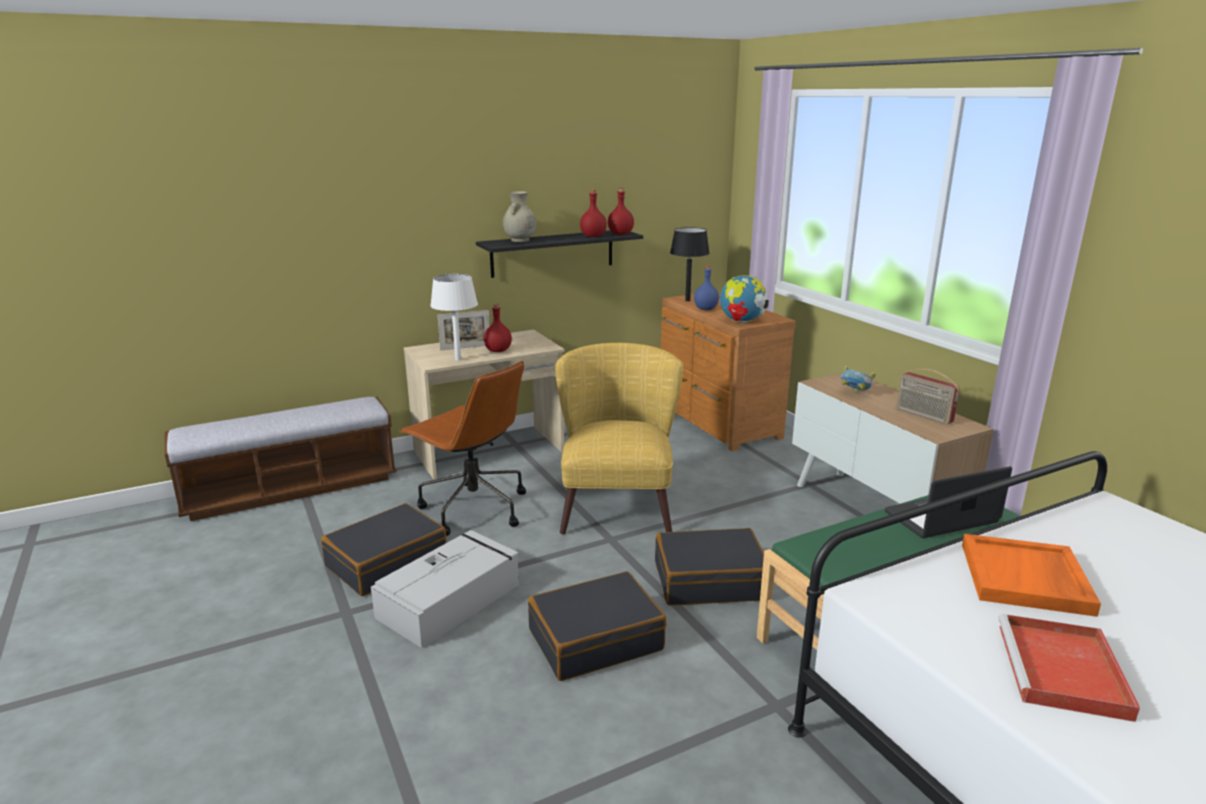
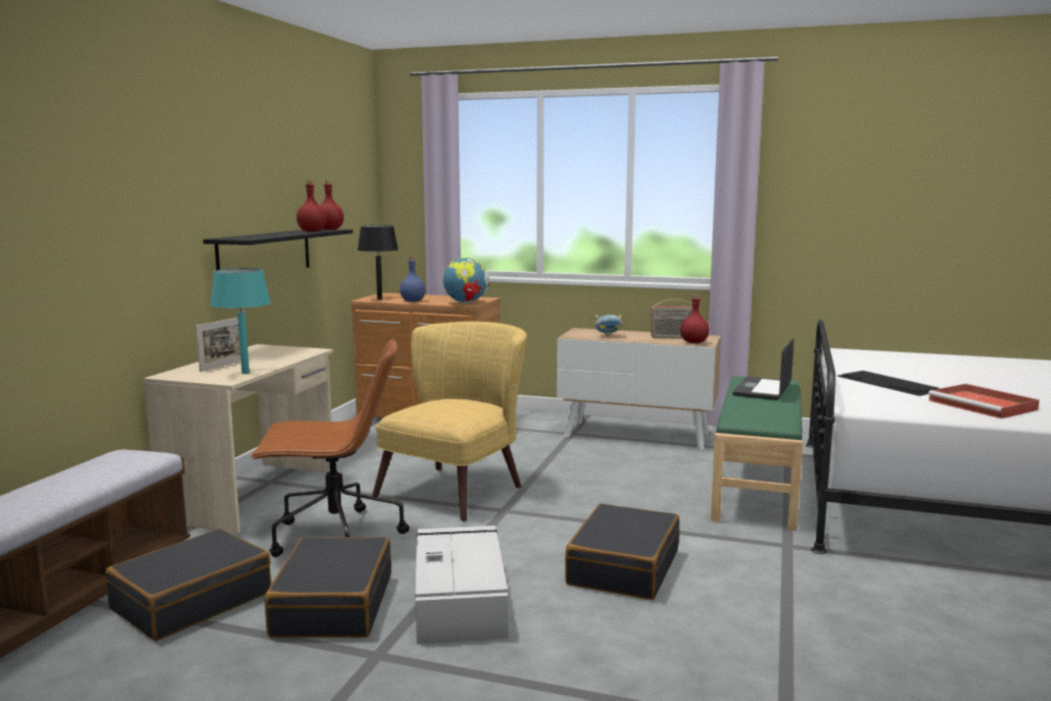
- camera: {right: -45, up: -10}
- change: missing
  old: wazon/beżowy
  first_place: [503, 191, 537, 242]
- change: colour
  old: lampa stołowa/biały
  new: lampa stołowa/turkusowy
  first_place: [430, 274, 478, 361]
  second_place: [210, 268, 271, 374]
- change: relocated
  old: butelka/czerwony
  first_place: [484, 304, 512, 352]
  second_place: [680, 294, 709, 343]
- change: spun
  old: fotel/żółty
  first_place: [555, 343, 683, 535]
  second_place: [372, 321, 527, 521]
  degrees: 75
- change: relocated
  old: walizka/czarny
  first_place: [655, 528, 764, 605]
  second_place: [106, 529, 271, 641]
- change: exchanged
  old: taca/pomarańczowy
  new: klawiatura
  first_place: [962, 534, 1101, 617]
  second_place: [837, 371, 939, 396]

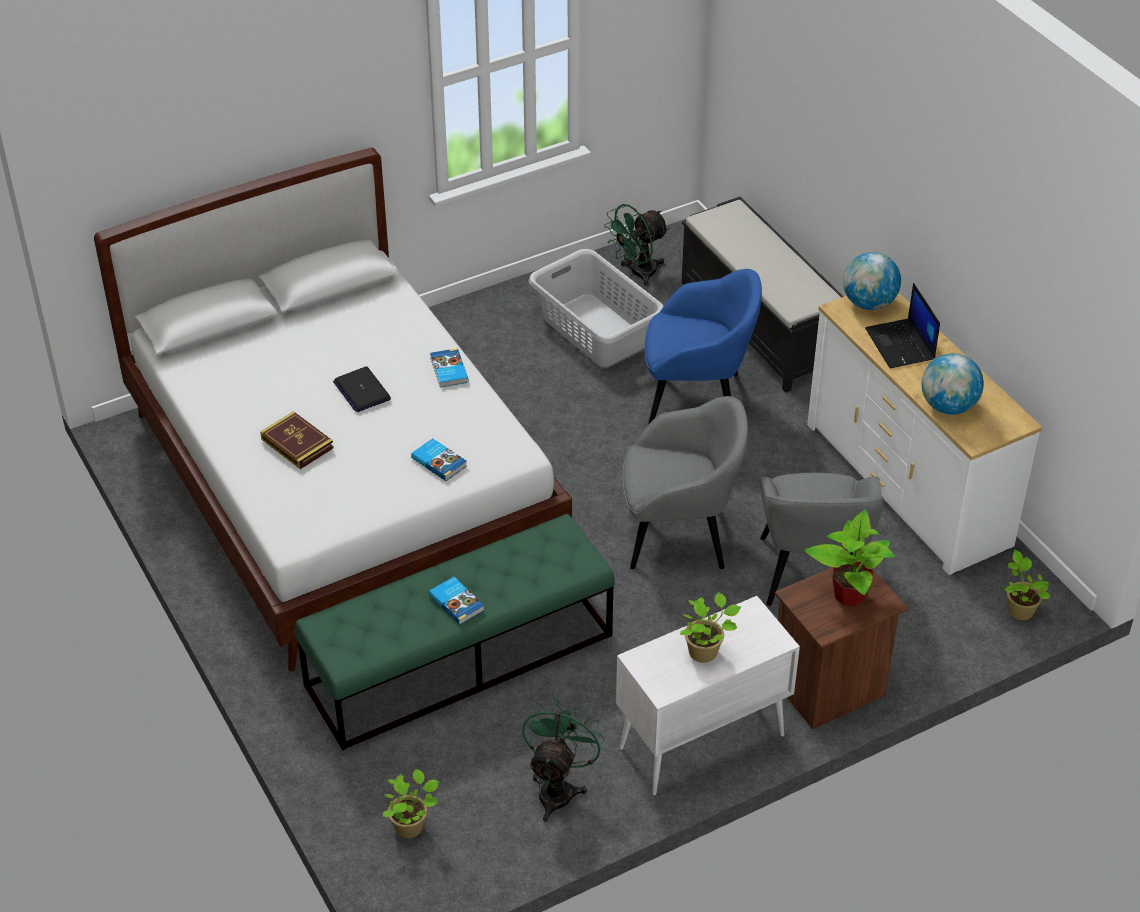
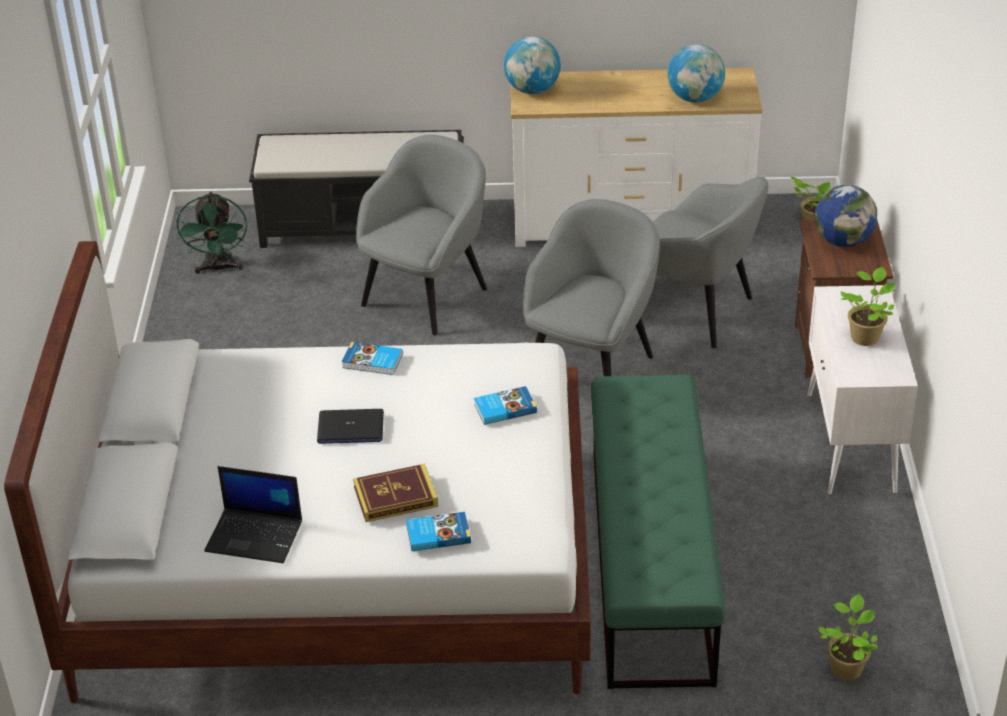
- camera: {right: -60, up: -5}
- change: missing
  old: kosz na pranie/szary
  first_place: [529, 249, 663, 367]
- change: colour
  old: fotel/niebieski
  new: fotel/szary
  first_place: [644, 269, 762, 425]
  second_place: [356, 135, 487, 335]
- change: relocated
  old: laptop
  first_place: [865, 283, 940, 368]
  second_place: [204, 466, 302, 563]
- change: exchanged
  old: roślina doniczkowa
  new: globus
  first_place: [804, 509, 895, 607]
  second_place: [815, 185, 877, 247]
- change: relocated
  old: książka
  first_place: [429, 577, 485, 625]
  second_place: [406, 512, 471, 551]
- change: missing
  old: wentylator/zielony
  first_place: [522, 699, 605, 822]

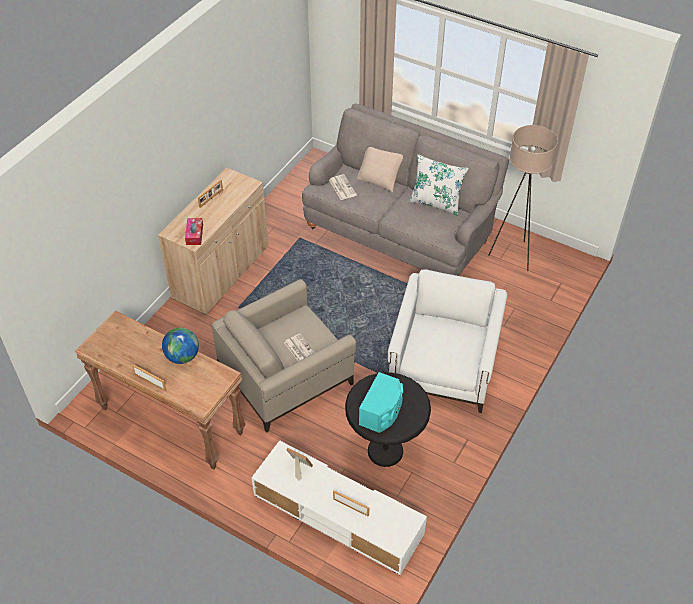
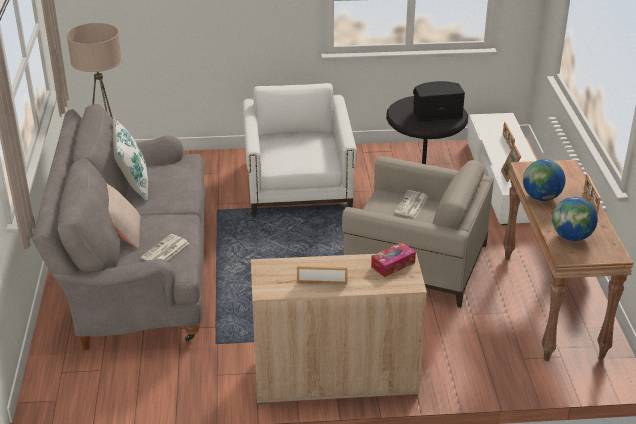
- camera: {right: -125, up: -15}
- change: spun
  old: fotel/biały
  first_place: [388, 269, 507, 413]
  second_place: [243, 83, 357, 217]
  degrees: 105
- change: colour
  old: głośnik/turkusowy
  new: głośnik/czarny
  first_place: [359, 372, 403, 433]
  second_place: [413, 81, 465, 122]
- change: appeared
  new: globus
  second_place: [552, 197, 598, 241]

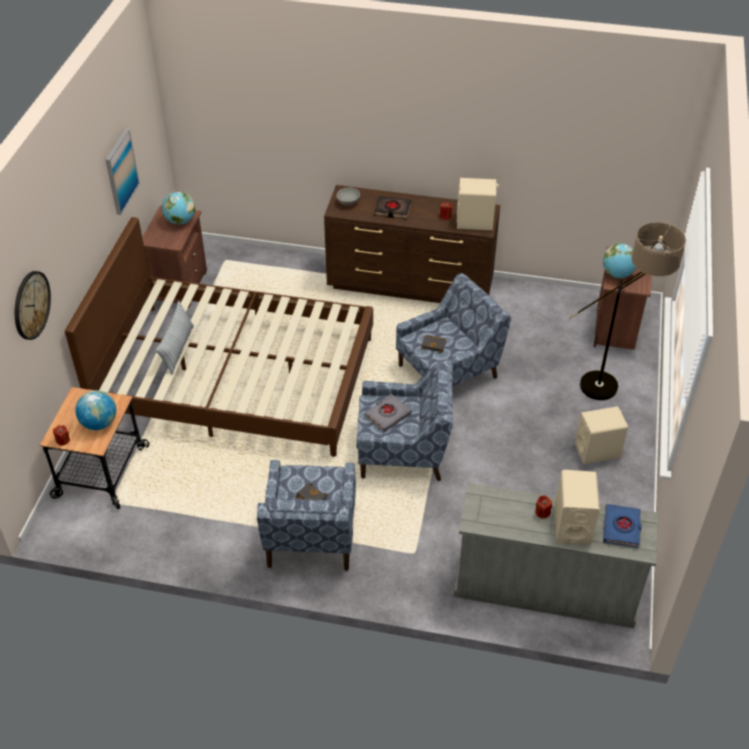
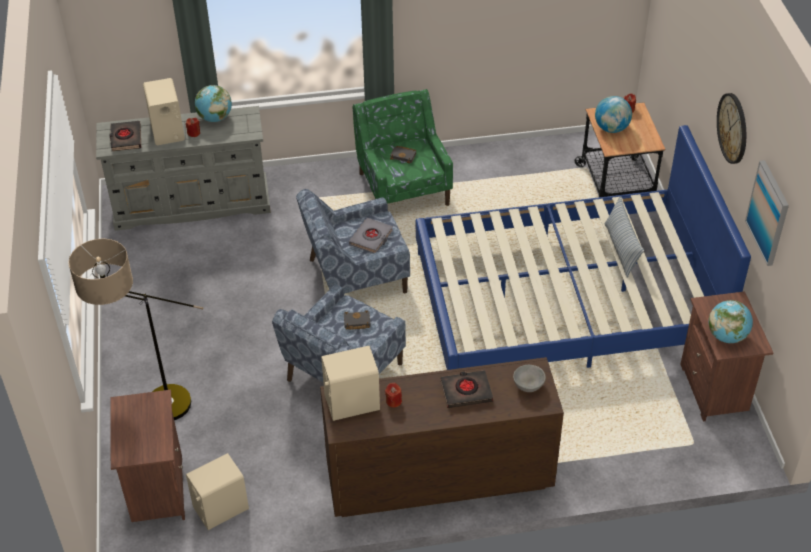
- camera: {right: 160, up: 0}
- change: colour
  old: łóżko/brązowy
  new: łóżko/niebieski
  first_place: [65, 217, 373, 457]
  second_place: [416, 125, 751, 370]
- change: relocated
  old: globus
  first_place: [603, 243, 636, 278]
  second_place: [195, 85, 232, 122]
- change: relocated
  old: zegar ścienny
  first_place: [15, 271, 51, 340]
  second_place: [717, 93, 746, 164]
- change: relocated
  old: głośnik/beżowy
  first_place: [575, 406, 628, 464]
  second_place: [186, 453, 249, 530]
- change: colour
  old: fotel/niebieski
  new: fotel/zielony
  first_place: [257, 460, 356, 571]
  second_place: [353, 89, 453, 206]
- change: colour
  old: książka/niebieski
  new: książka/czarny
  first_place: [603, 504, 642, 548]
  second_place: [110, 121, 141, 151]

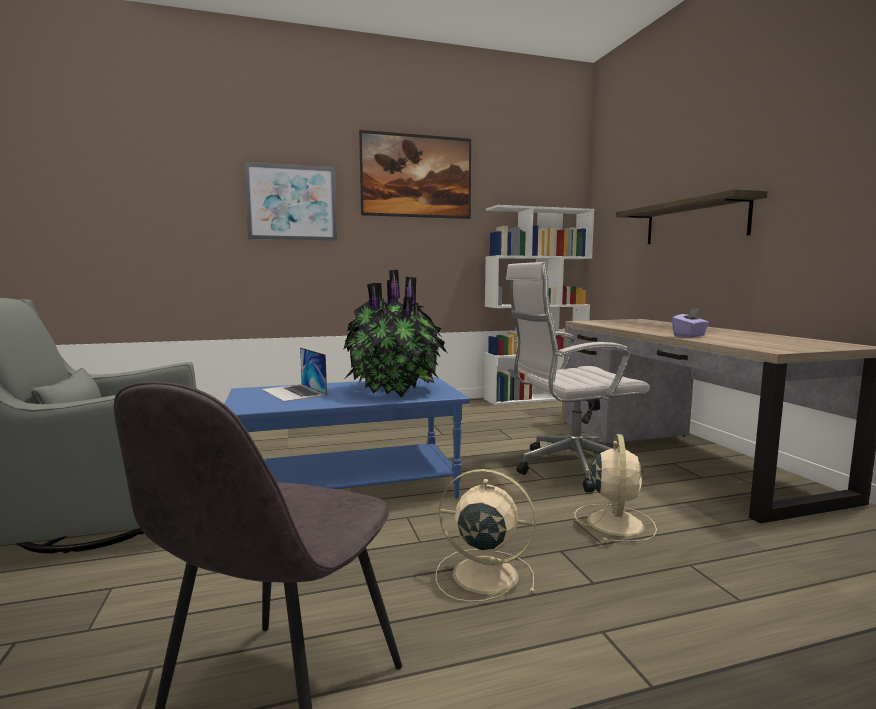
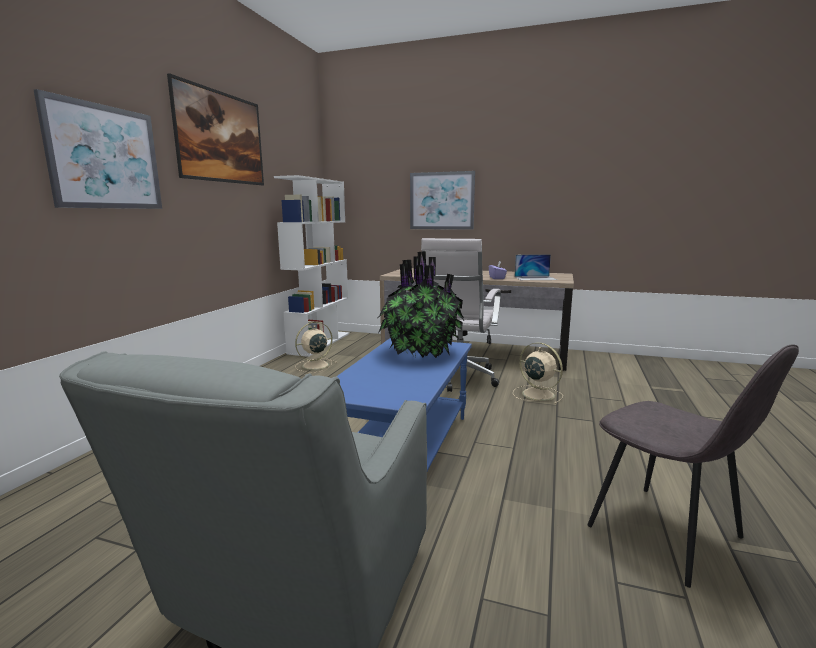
- camera: {right: -55, up: 5}
- change: exchanged
  old: półka
  new: obraz
  first_place: [616, 189, 768, 244]
  second_place: [410, 171, 475, 230]
- change: relocated
  old: laptop
  first_place: [262, 347, 327, 402]
  second_place: [515, 254, 557, 280]
- change: relocated
  old: wentylator/beżowy
  first_place: [436, 469, 536, 602]
  second_place: [295, 322, 337, 373]

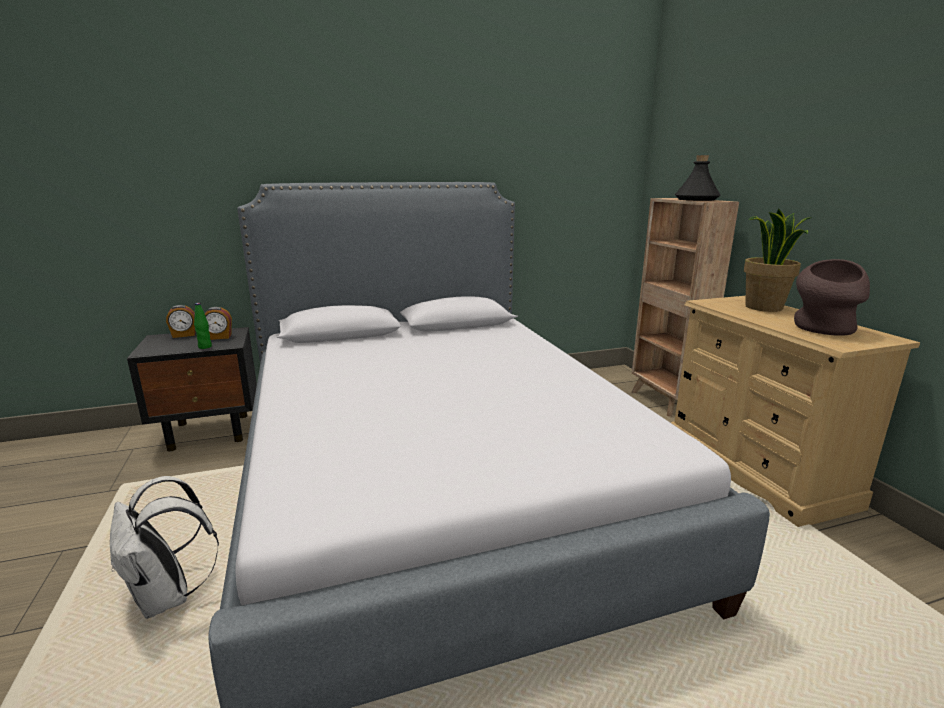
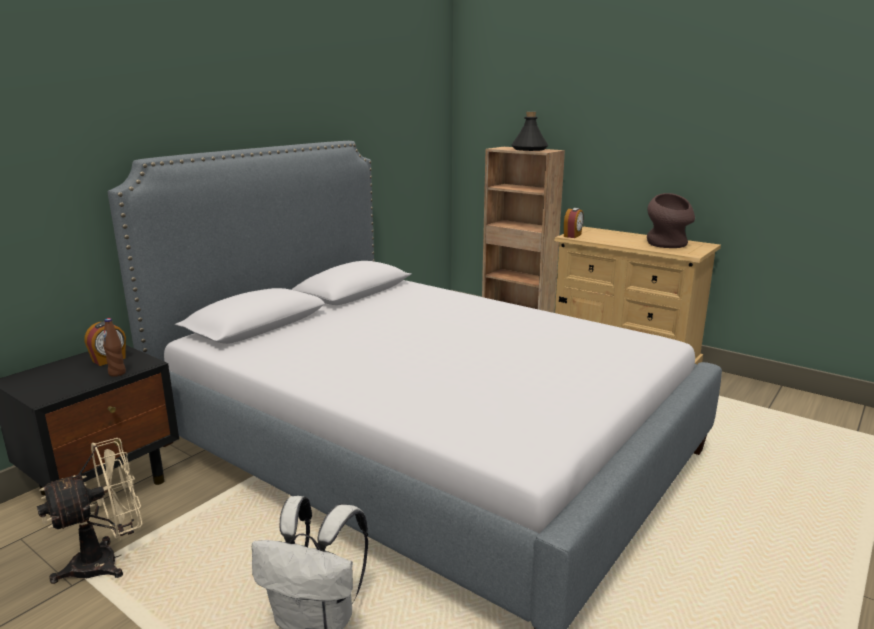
- camera: {right: -35, up: 0}
- change: missing
  old: roślina doniczkowa
  first_place: [744, 209, 812, 312]
- change: colour
  old: butelka/zielony
  new: butelka/brązowy
  first_place: [194, 303, 212, 349]
  second_place: [103, 318, 126, 377]
- change: relocated
  old: budzik
  first_place: [166, 305, 196, 338]
  second_place: [564, 208, 584, 238]
- change: appeared
  new: wentylator/beżowy
  second_place: [37, 438, 142, 584]

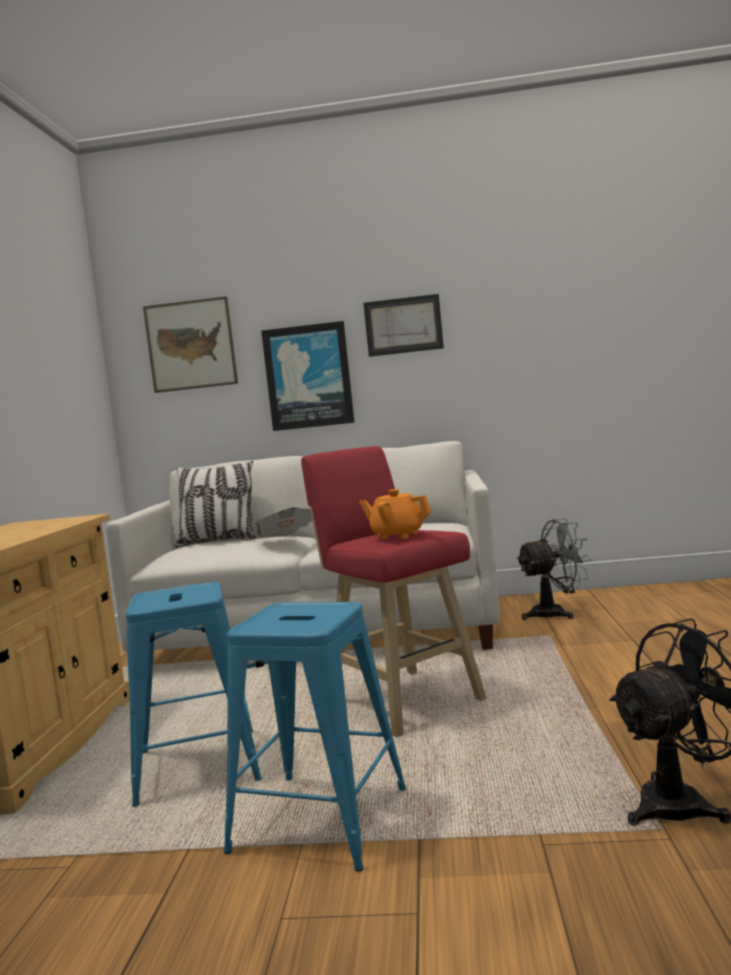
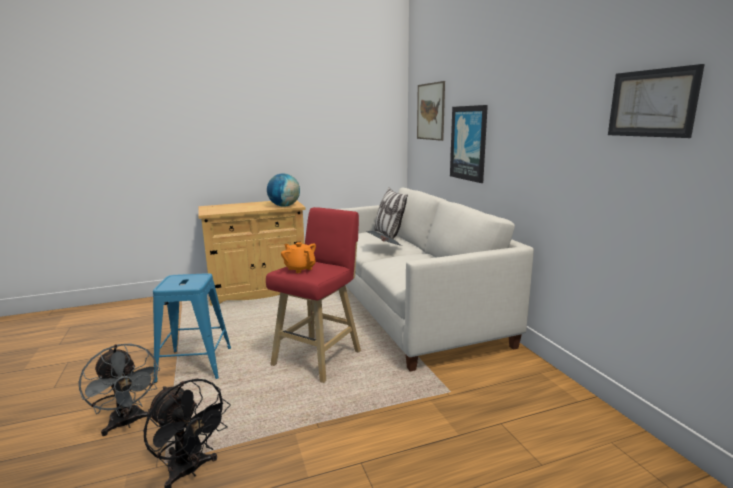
- camera: {right: 65, up: 10}
- change: relocated
  old: obraz
  first_place: [363, 294, 444, 357]
  second_place: [608, 64, 705, 138]
- change: spun
  old: imbryk/pomarańczowy
  first_place: [359, 489, 431, 539]
  second_place: [281, 242, 316, 273]
  degrees: -45
- change: relocated
  old: wentylator/szary
  first_place: [516, 518, 591, 620]
  second_place: [79, 343, 160, 436]
- change: missing
  old: stołek/niebieski
  first_place: [126, 582, 262, 807]
- change: appeared
  new: globus
  second_place: [267, 173, 300, 207]

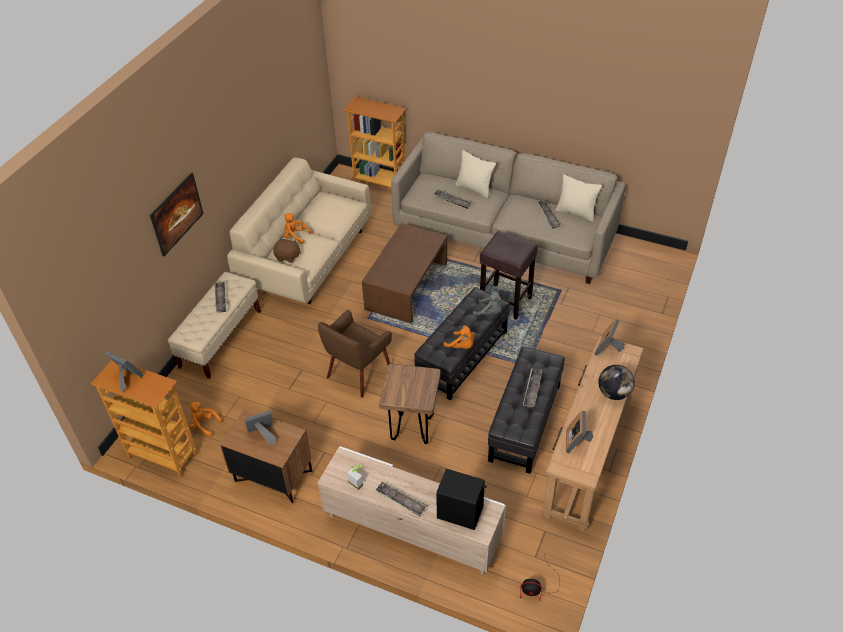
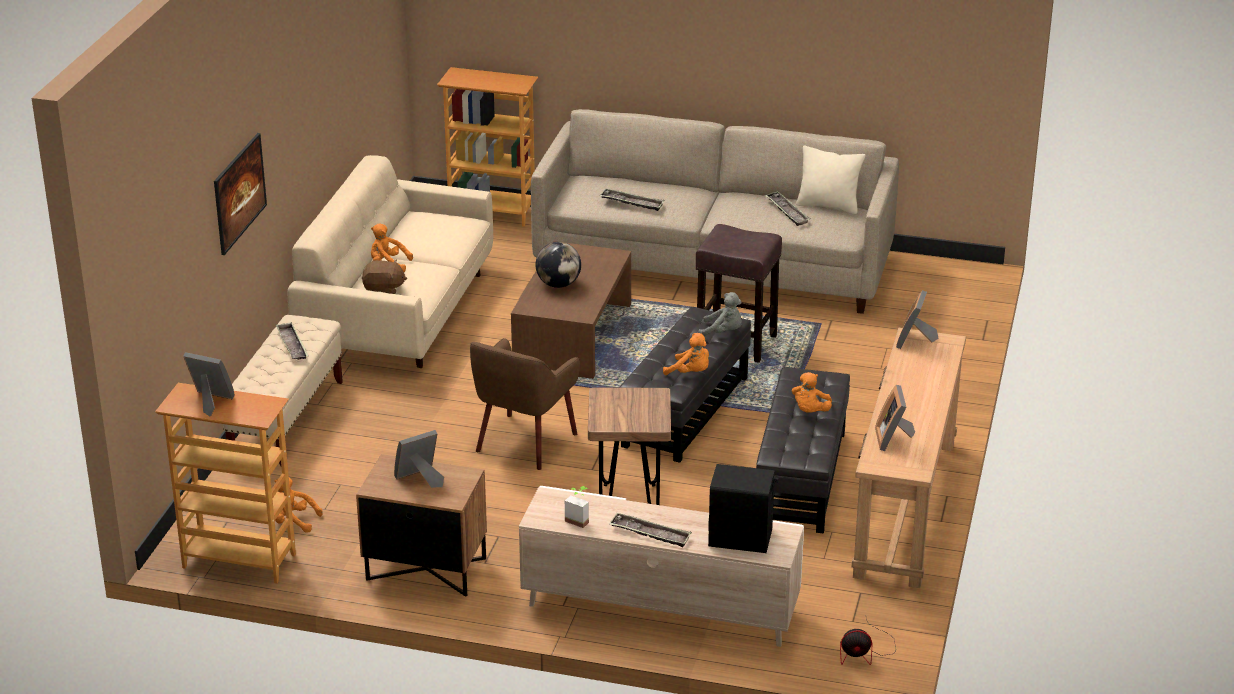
- camera: {right: -10, up: -15}
- change: missing
  old: poduszka/beżowy
  first_place: [456, 150, 496, 198]
- change: relocated
  old: globus
  first_place: [598, 365, 635, 400]
  second_place: [535, 242, 581, 288]
- change: exchanged
  old: taca
  new: pluszak/pomarańczowy
  first_place: [523, 368, 543, 408]
  second_place: [792, 372, 832, 413]

